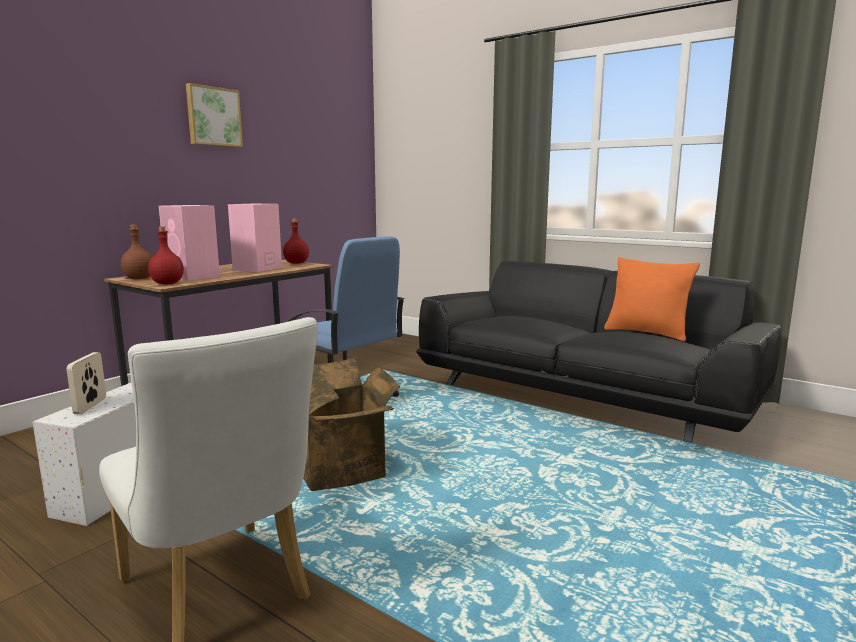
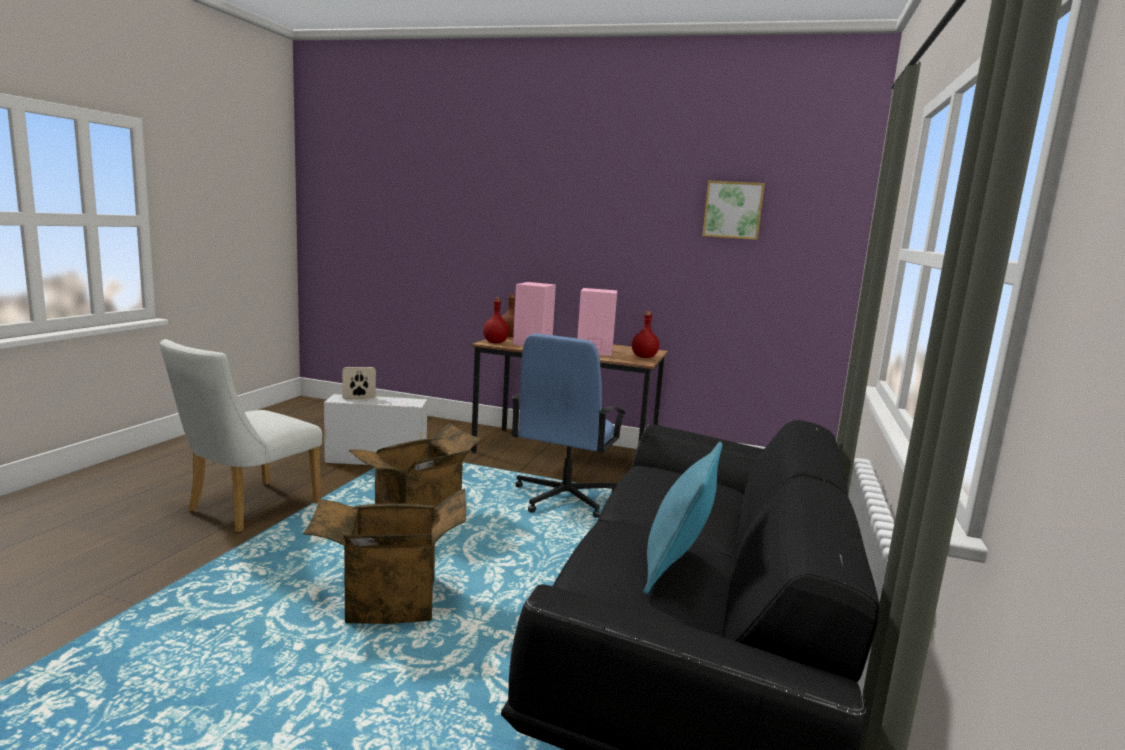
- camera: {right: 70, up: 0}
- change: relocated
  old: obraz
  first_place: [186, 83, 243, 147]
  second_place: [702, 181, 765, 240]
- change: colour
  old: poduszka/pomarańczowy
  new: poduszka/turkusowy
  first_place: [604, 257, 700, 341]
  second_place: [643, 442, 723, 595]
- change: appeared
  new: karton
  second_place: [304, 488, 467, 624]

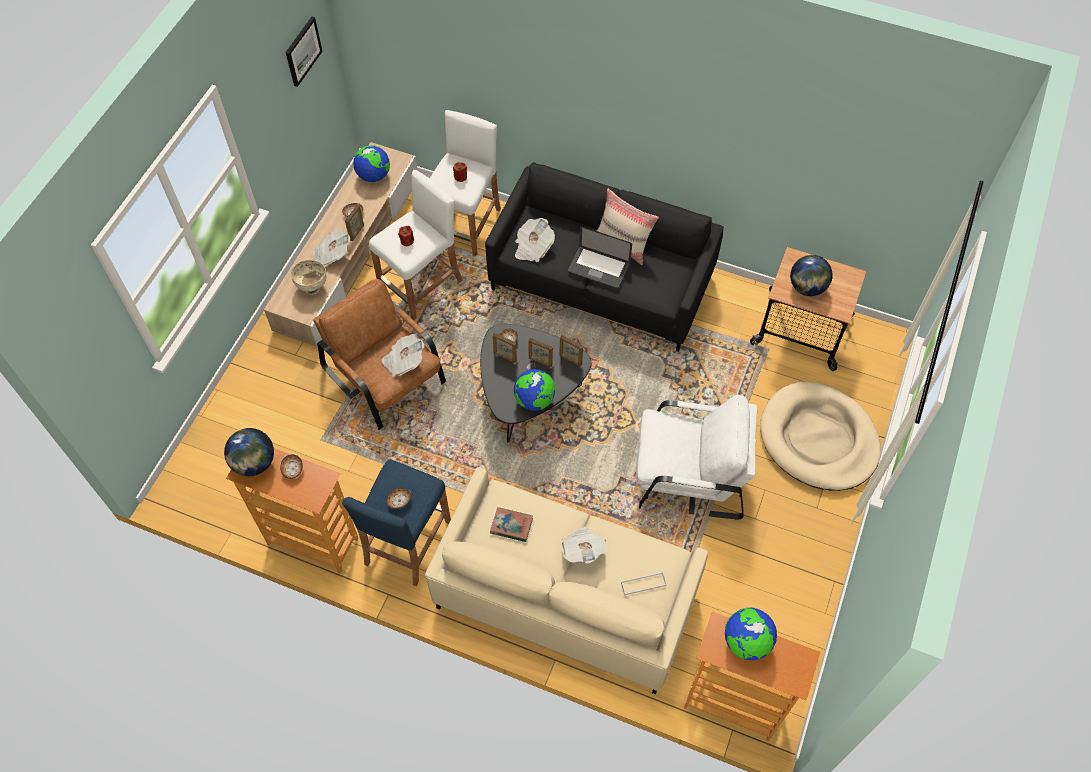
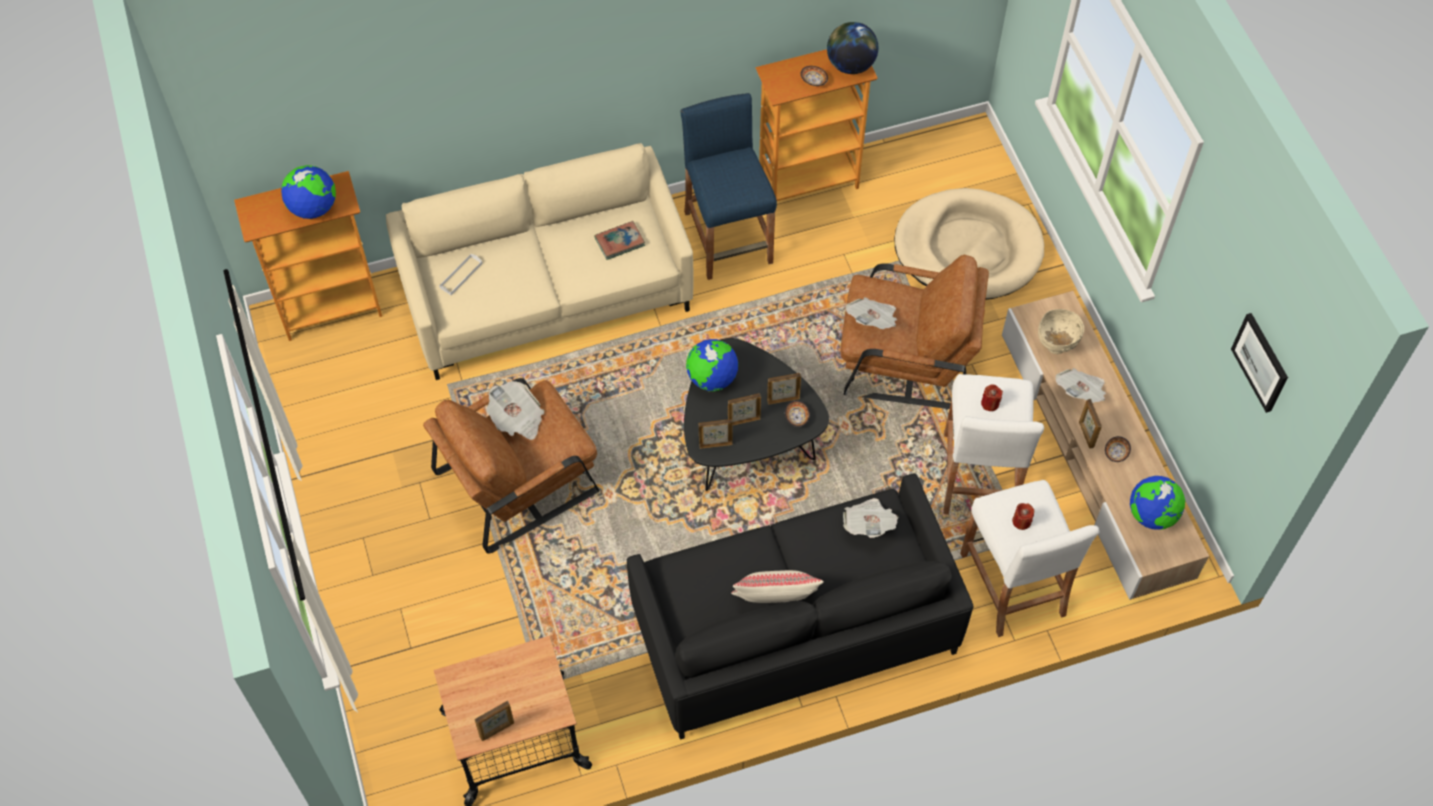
- camera: {right: 140, up: 0}
- change: missing
  old: laptop
  first_place: [568, 226, 632, 289]
- change: missing
  old: globus
  first_place: [790, 255, 833, 296]
- change: relocated
  old: legowisko/beżowy
  first_place: [760, 382, 881, 491]
  second_place: [894, 188, 1044, 300]
- change: colour
  old: fotel/biały
  new: fotel/brązowy
  first_place: [636, 395, 758, 519]
  second_place: [423, 378, 599, 554]
- change: missing
  old: miska
  first_place: [386, 488, 411, 509]
- change: relocated
  old: gazeta
  first_place: [561, 527, 606, 564]
  second_place: [486, 381, 545, 440]
- change: appeared
  new: ramka na zdjęcie
  second_place: [474, 701, 514, 741]

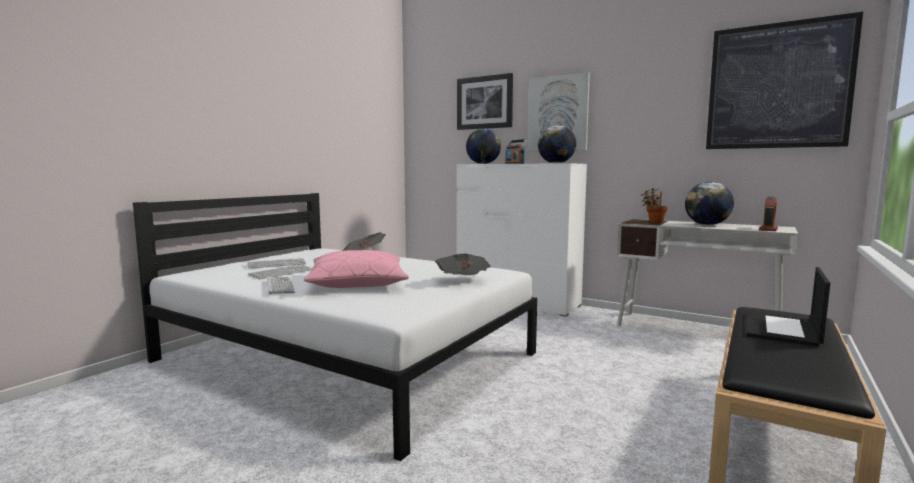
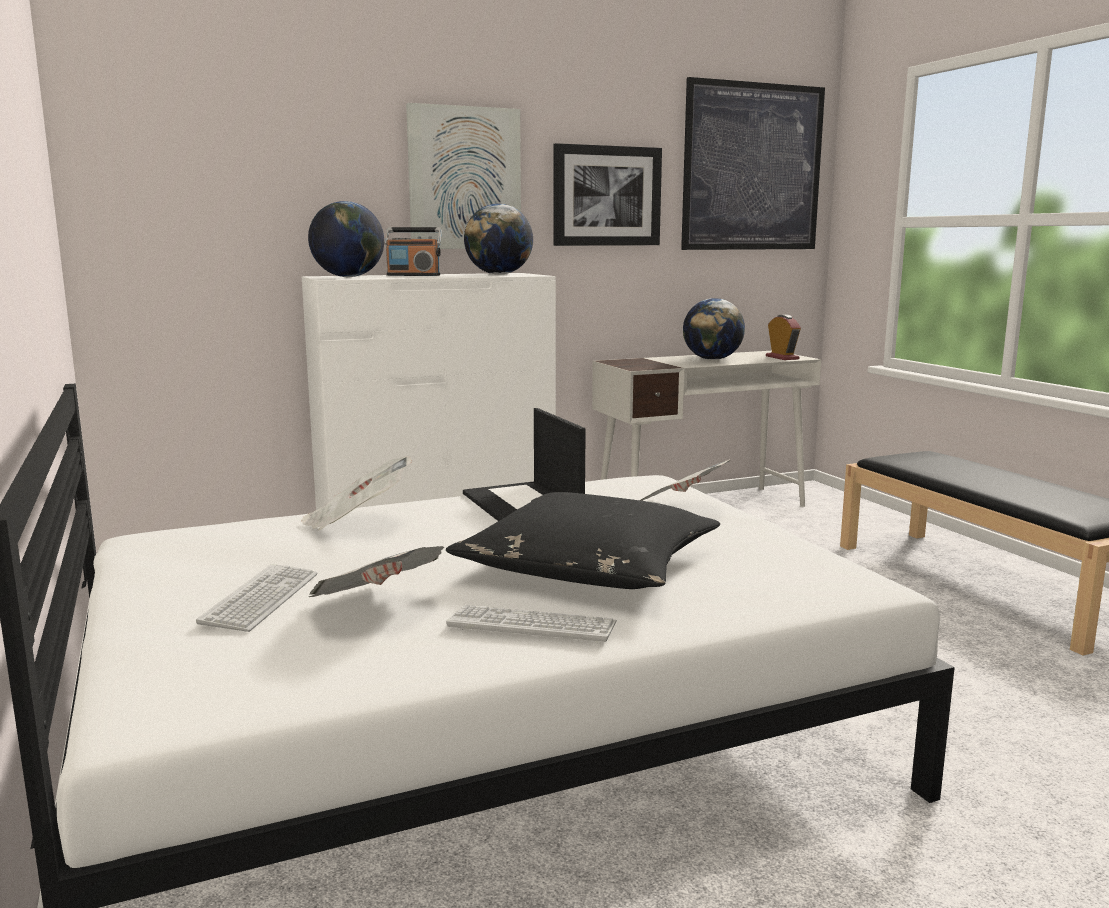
- camera: {right: -55, up: 5}
- change: relocated
  old: obraz
  first_place: [457, 73, 513, 130]
  second_place: [553, 143, 662, 246]
- change: missing
  old: roślina doniczkowa
  first_place: [641, 188, 668, 223]
- change: colour
  old: poduszka/różowy
  new: poduszka/czarny
  first_place: [304, 250, 409, 288]
  second_place: [446, 492, 720, 589]
- change: exchanged
  old: klawiatura
  new: gazeta
  first_place: [249, 264, 312, 279]
  second_place: [309, 546, 445, 597]
- change: relocated
  old: laptop
  first_place: [746, 267, 830, 347]
  second_place: [463, 408, 586, 521]

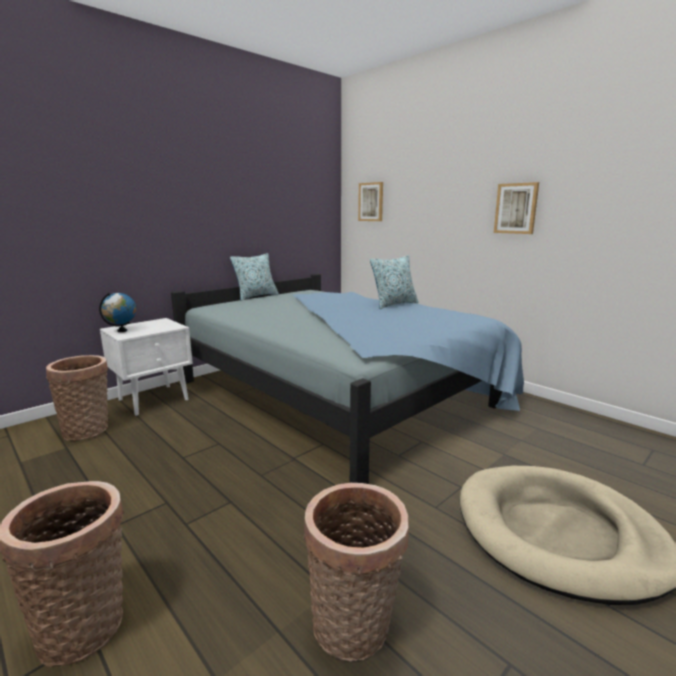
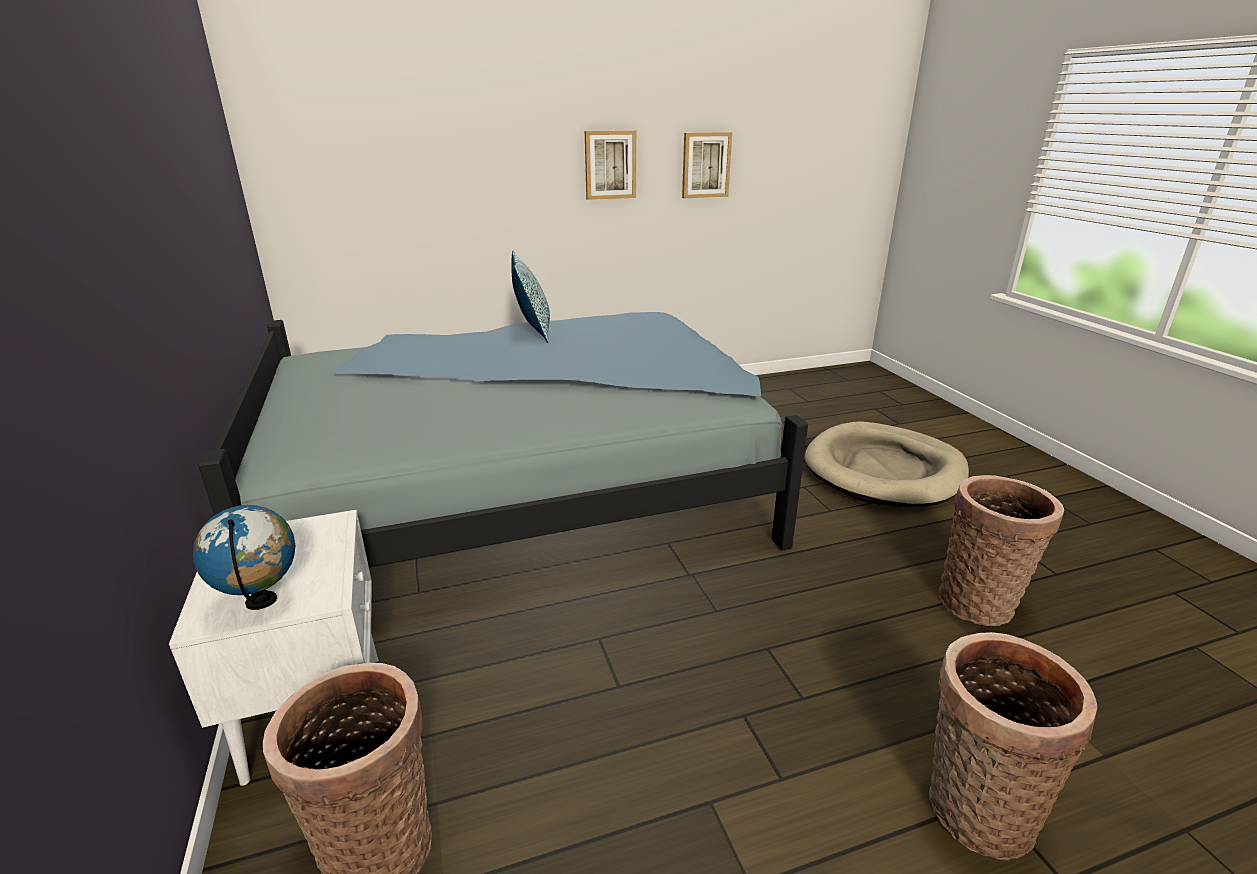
- camera: {right: -65, up: 10}
- change: relocated
  old: obraz
  first_place: [358, 182, 383, 221]
  second_place: [682, 132, 732, 198]
- change: missing
  old: poduszka
  first_place: [230, 253, 279, 301]

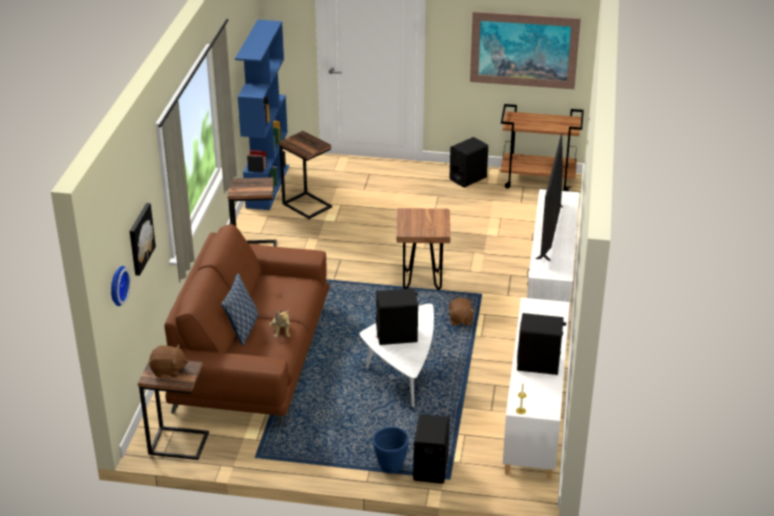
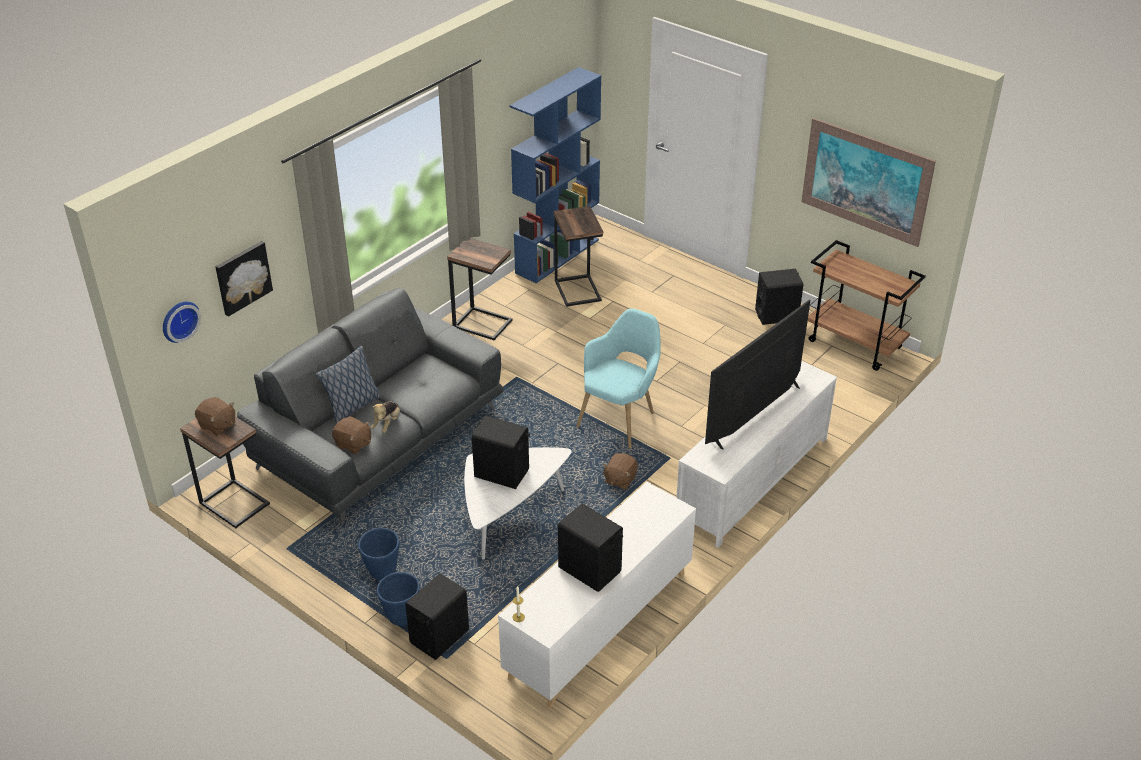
- camera: {right: 30, up: 5}
- change: exchanged
  old: stołek/brązowy
  new: fotel/turkusowy
  first_place: [396, 208, 451, 290]
  second_place: [576, 308, 661, 448]
- change: colour
  old: kanapa/brązowy
  new: kanapa/szary
  first_place: [164, 224, 330, 425]
  second_place: [237, 288, 504, 524]
- change: appeared
  new: pluszak/brązowy
  second_place: [332, 417, 371, 454]
- change: appeared
  new: donica/niebieski
  second_place: [358, 528, 399, 580]

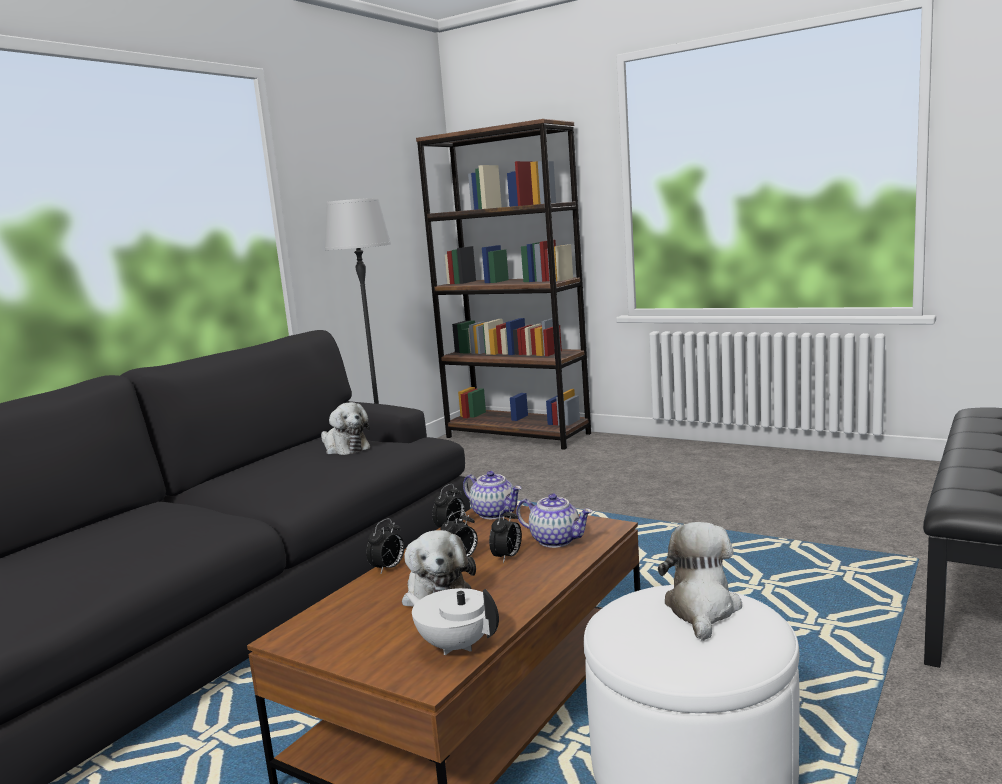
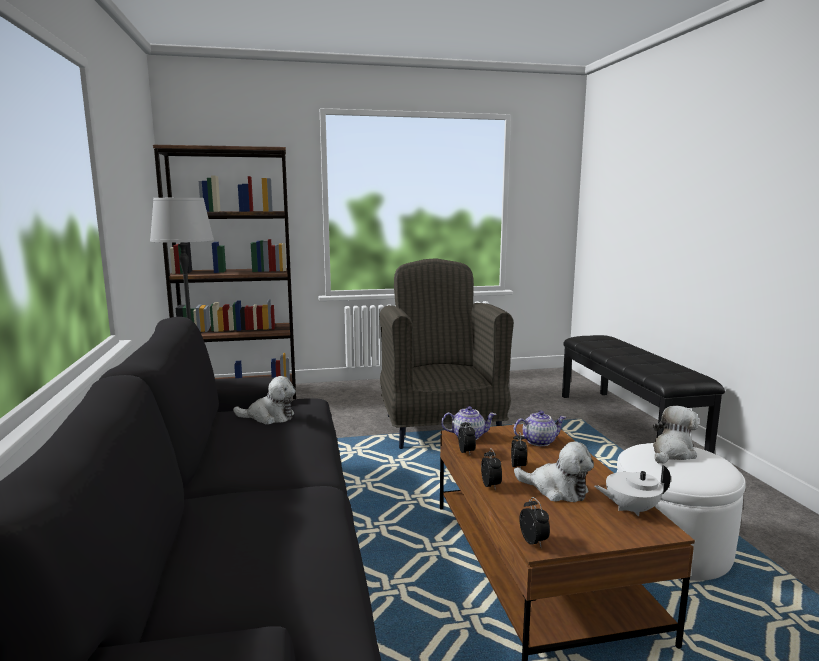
- camera: {right: -45, up: 0}
- change: relocated
  old: budzik
  first_place: [489, 507, 522, 563]
  second_place: [520, 497, 550, 547]
- change: spun
  old: pluszak
  first_place: [658, 522, 742, 641]
  second_place: [653, 406, 699, 464]
  degrees: 75
- change: appeared
  new: fotel/szary
  second_place: [380, 258, 514, 449]

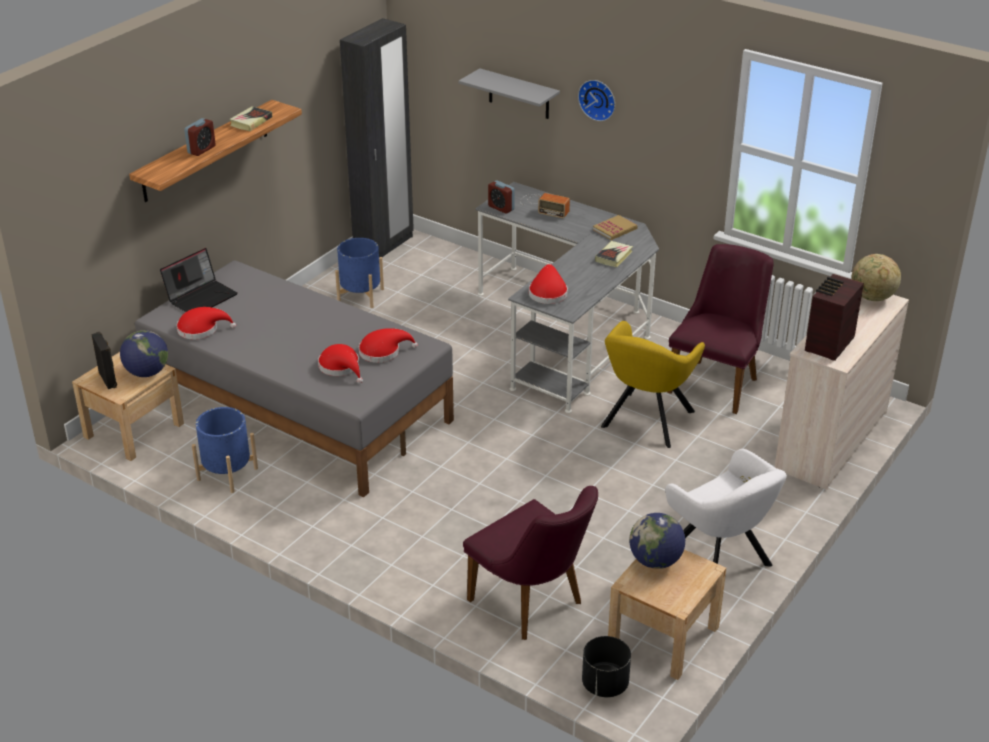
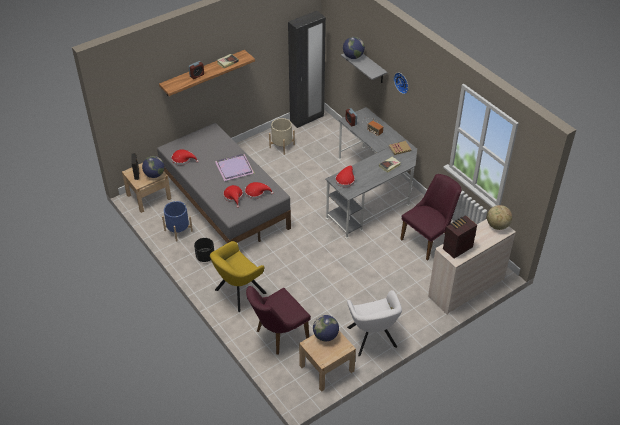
- camera: {right: 20, up: 10}
- change: colour
  old: donica/niebieski
  new: donica/beżowy
  first_place: [335, 238, 384, 308]
  second_place: [269, 118, 295, 155]
- change: missing
  old: laptop
  first_place: [160, 248, 238, 312]
- change: relocated
  old: fotel/żółty
  first_place: [601, 321, 705, 448]
  second_place: [210, 241, 267, 312]
- change: spun
  old: krzesło/fioletowy
  first_place: [463, 486, 598, 640]
  second_place: [246, 286, 311, 355]
  degrees: 75
- change: relocated
  old: donica/czarny
  first_place: [582, 636, 631, 697]
  second_place: [194, 238, 214, 262]
- change: appeared
  new: globus
  second_place: [343, 37, 365, 59]
- change: appeared
  new: taca/fioletowy
  second_place: [215, 154, 254, 181]

